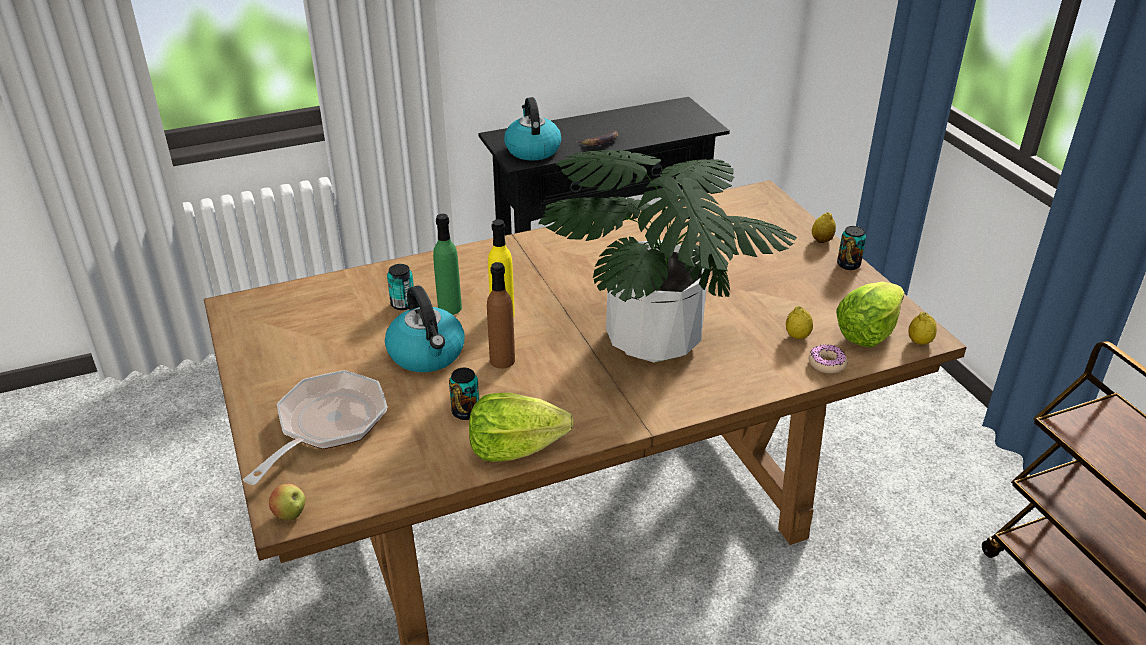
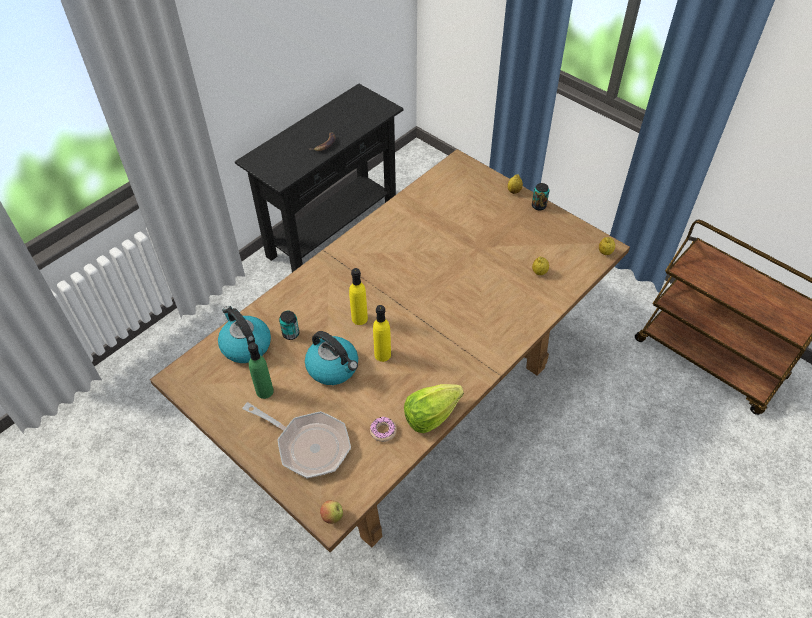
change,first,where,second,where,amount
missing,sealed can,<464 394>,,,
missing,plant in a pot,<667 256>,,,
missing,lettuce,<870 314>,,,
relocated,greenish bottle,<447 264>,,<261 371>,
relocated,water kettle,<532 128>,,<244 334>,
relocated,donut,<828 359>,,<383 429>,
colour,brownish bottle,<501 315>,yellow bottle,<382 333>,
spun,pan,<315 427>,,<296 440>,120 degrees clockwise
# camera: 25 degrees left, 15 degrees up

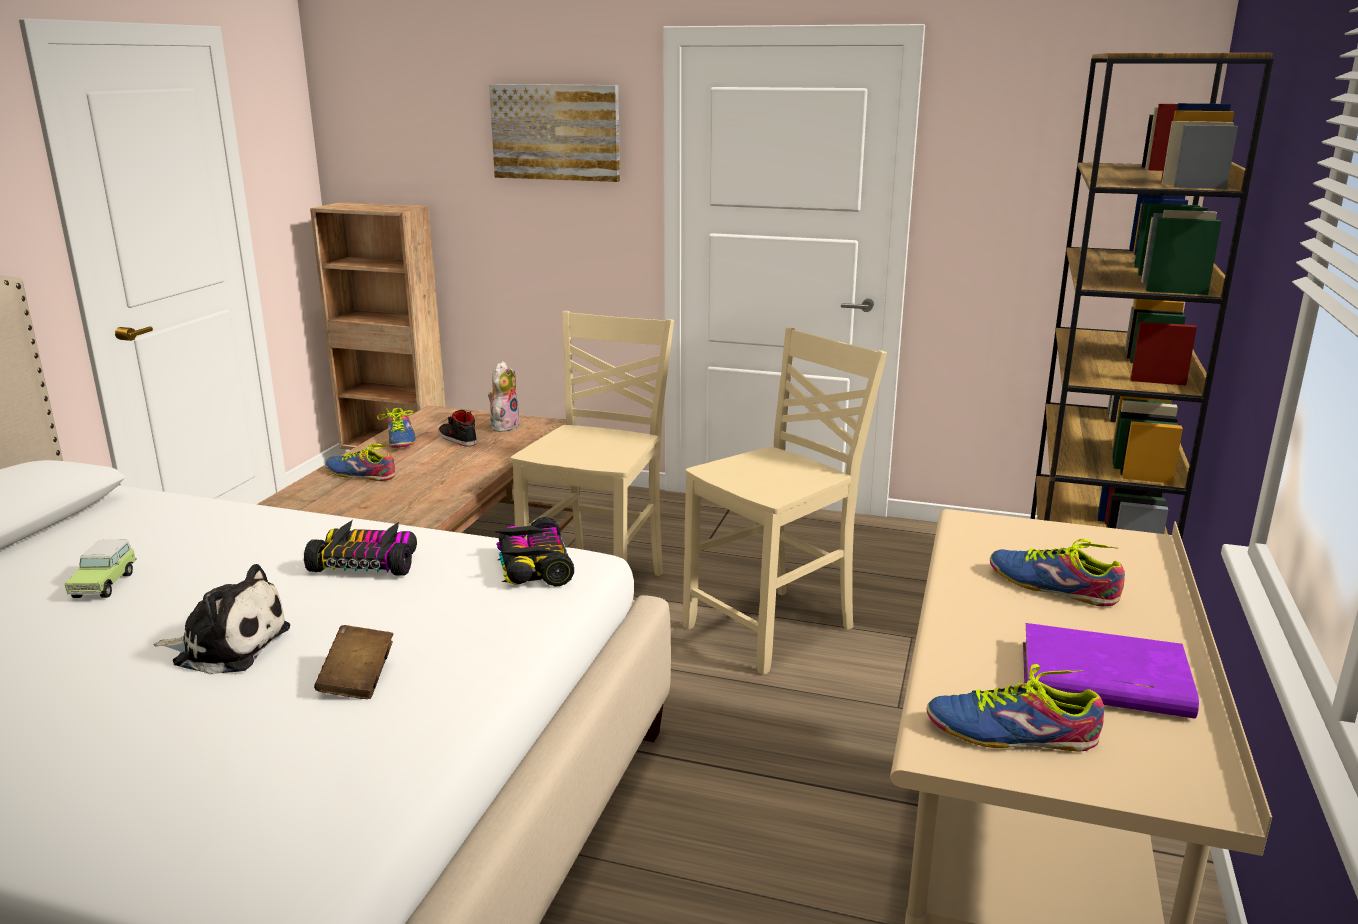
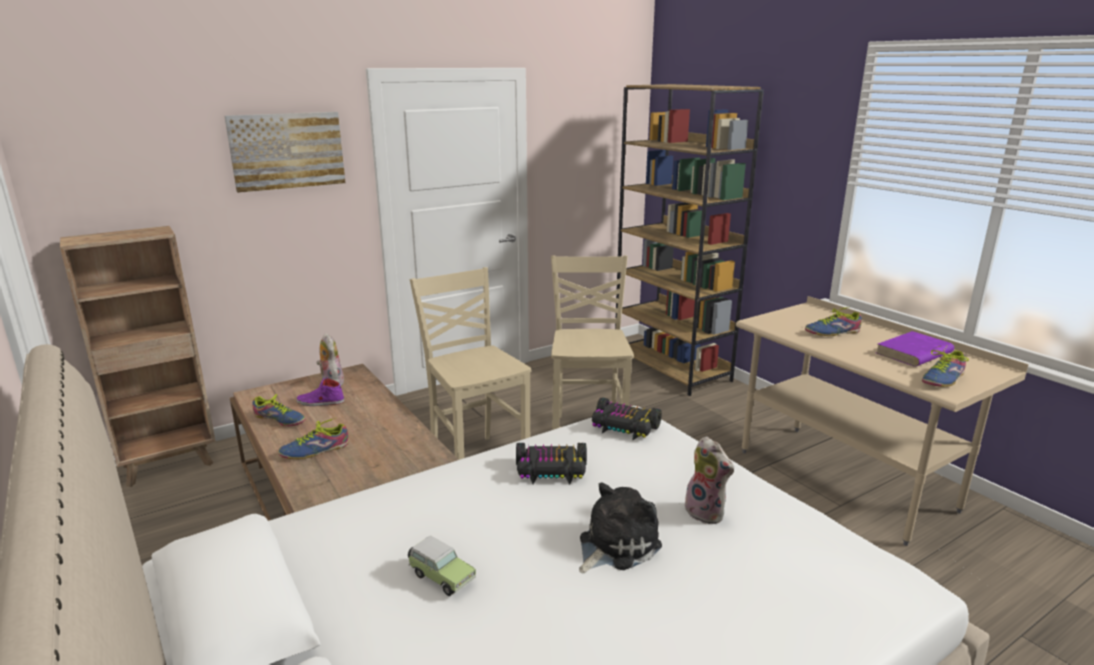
change,first,where,second,where,amount
exchanged,brownish book,<354 662>,cuddly toy,<708 480>,
colour,black-coloured shoe,<458 428>,purple shoe,<320 391>,
spun,model car,<360 548>,,<551 464>,135 degrees counterclockwise
# camera: 50 degrees left, 0 degrees up

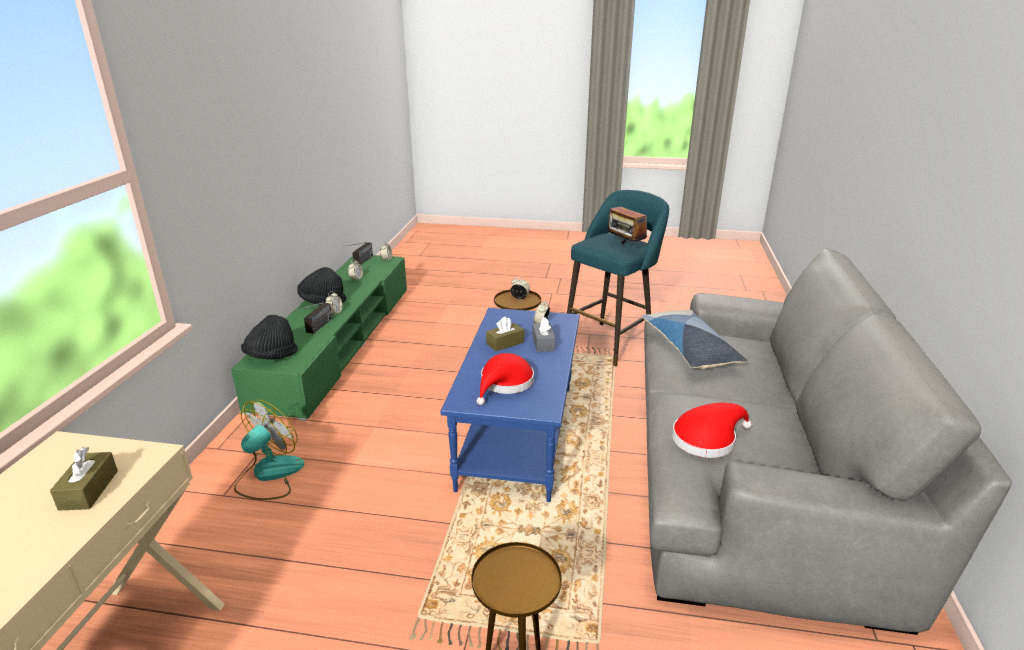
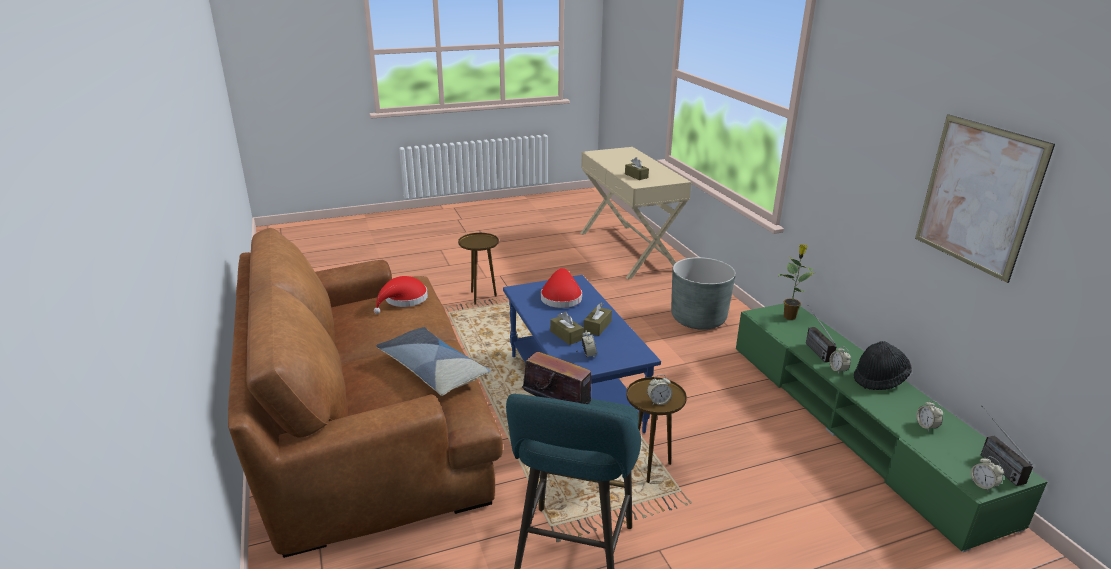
change,first,where,second,where,amount
appeared,,,wall art,<985 198>,
exchanged,electric fan,<269 450>,gray planter,<703 293>,
exchanged,black-coloured hat,<269 337>,plant in a pot,<795 282>,
colour,gray tissue holder,<544 334>,brownish tissue holder,<567 328>,
colour,gray settee,<828 441>,brownish settee,<365 393>,
# camera: 150 degrees right, 0 degrees up

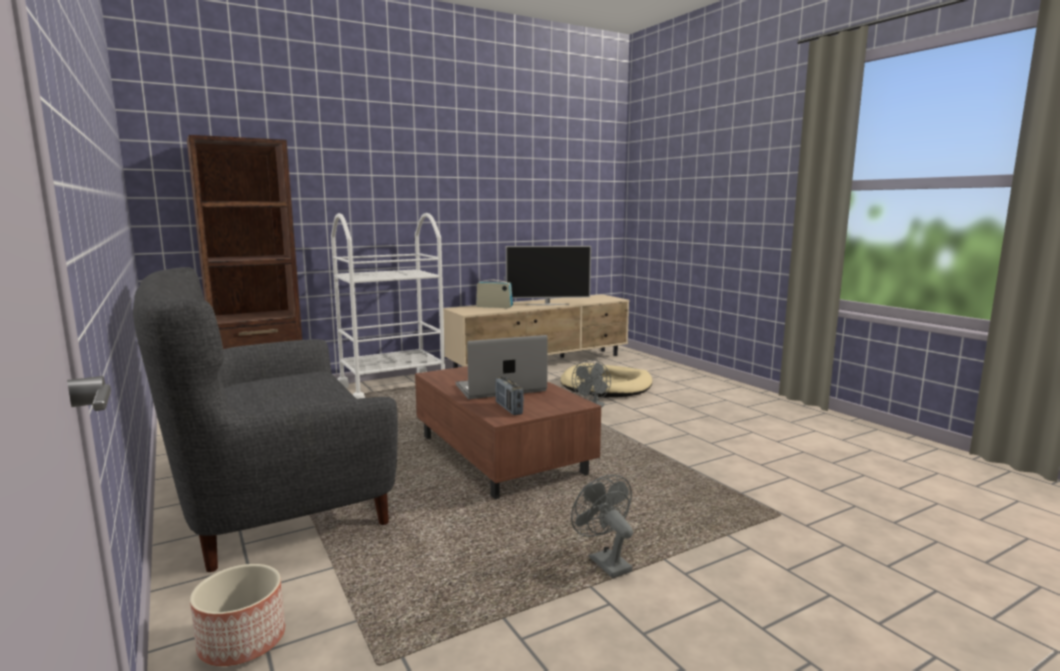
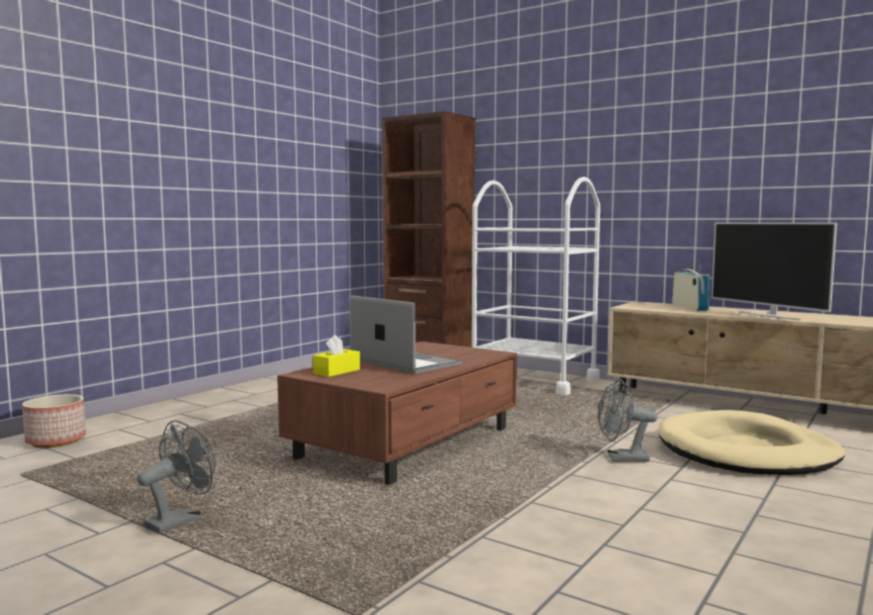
change,first,where,second,where,amount
missing,gray settee,<265 419>,,,
exchanged,radio receiver,<509 396>,yellow tissue holder,<336 356>,
# camera: 65 degrees right, 5 degrees down

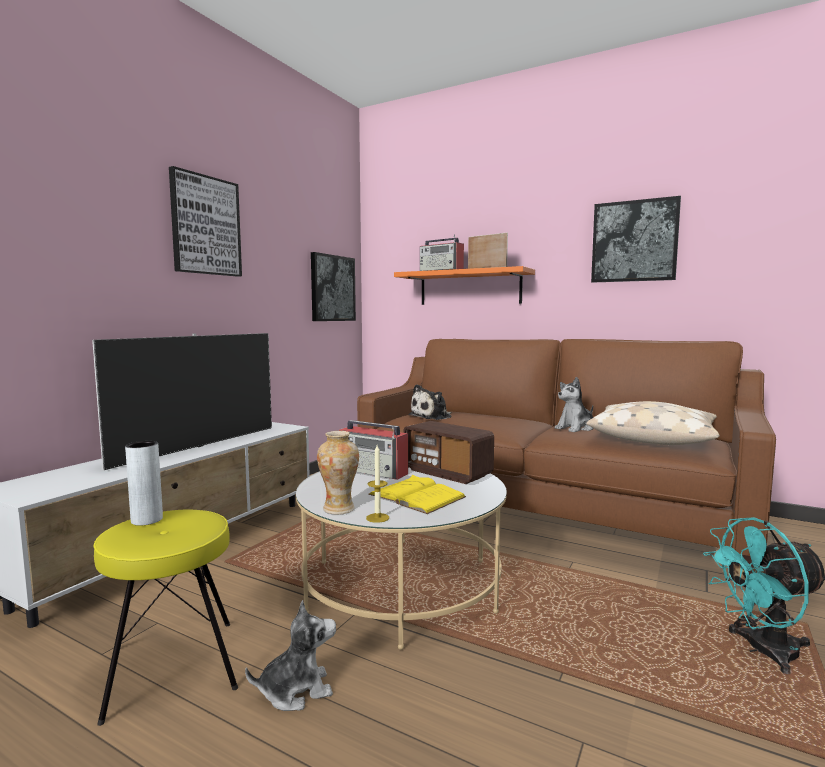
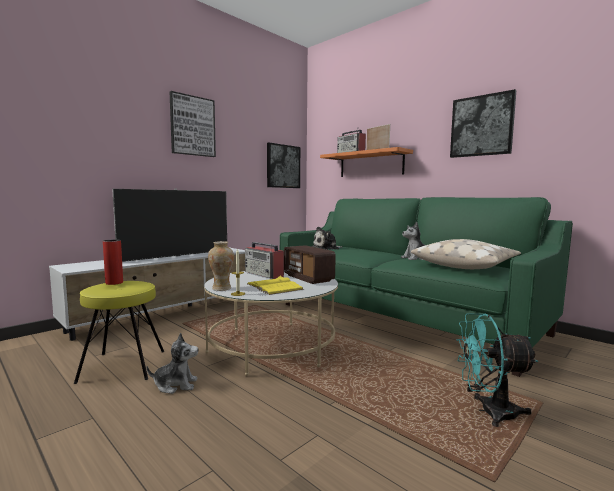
change,first,where,second,where,amount
colour,gray decorative vase,<144 483>,red-coloured decorative vase,<113 262>,
colour,brownish settee,<566 457>,greenish settee,<426 287>,
# camera: 15 degrees right, 0 degrees up

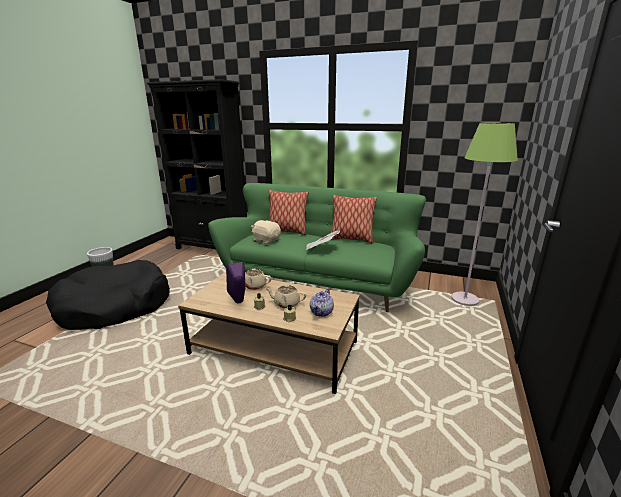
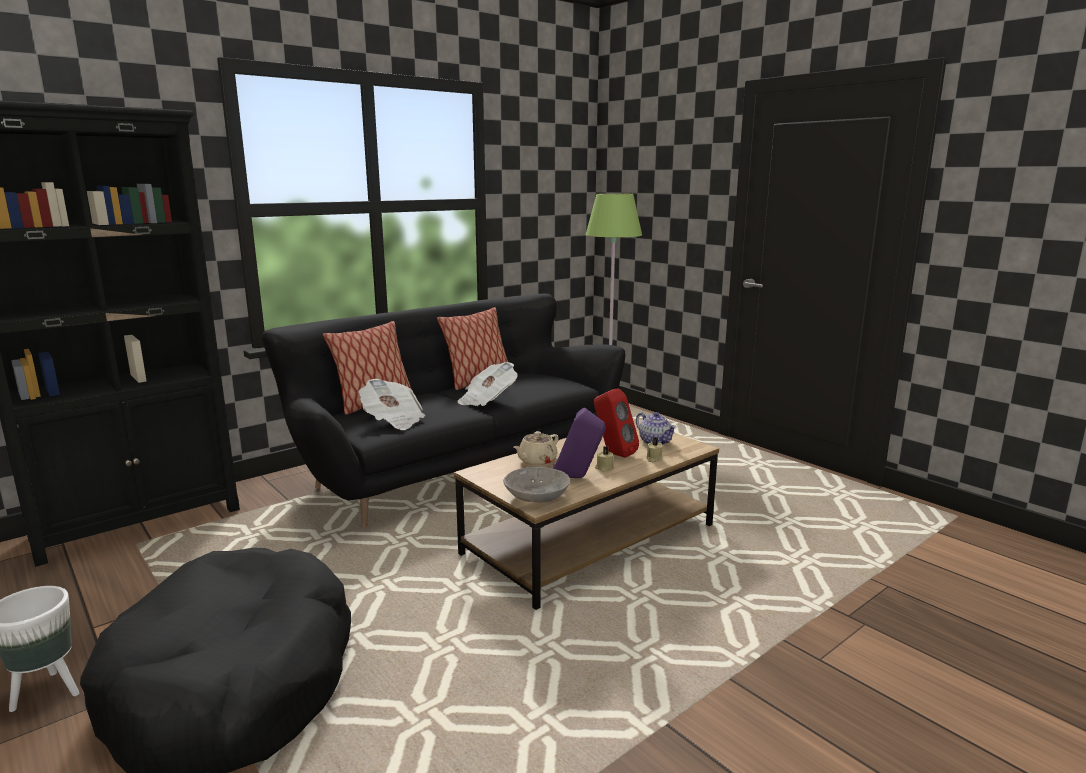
change,first,where,second,where,amount
appeared,,,gray serving bowl,<536 484>,
exchanged,beige-coloured cuddly toy,<266 232>,printed paper,<392 404>,
exchanged,beige-coloured teapot,<286 296>,red-coloured speaker,<616 423>,
colour,greenish settee,<317 247>,black-coloured settee,<443 411>,
# camera: 60 degrees left, 5 degrees down

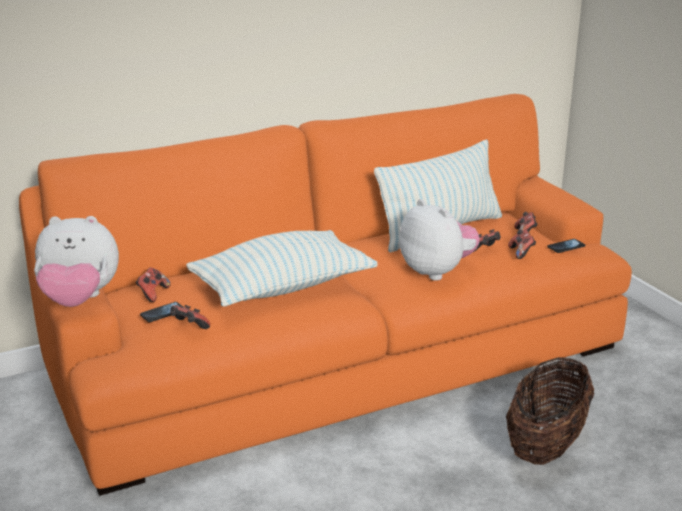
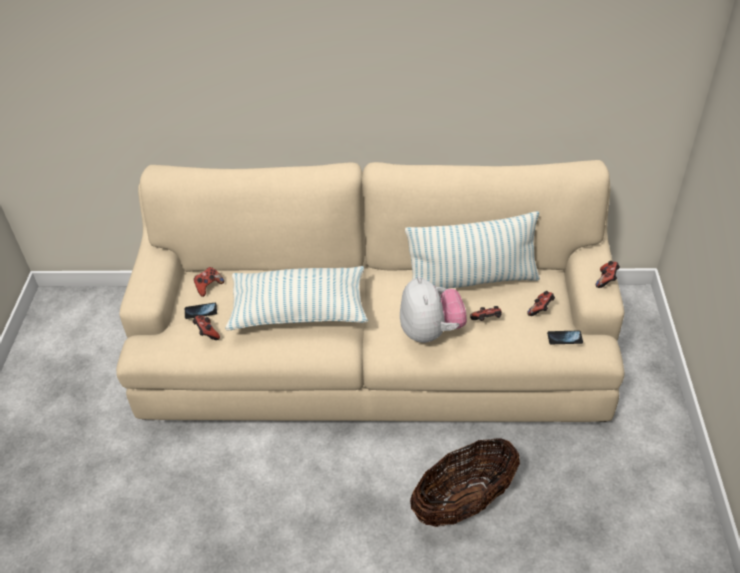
change,first,where,second,where,amount
missing,cuddly toy,<76 261>,,,
relocated,joypad,<522 244>,,<608 274>,
colour,orangey settee,<325 295>,beige-coloured settee,<370 291>,
# camera: 30 degrees right, 20 degrees up

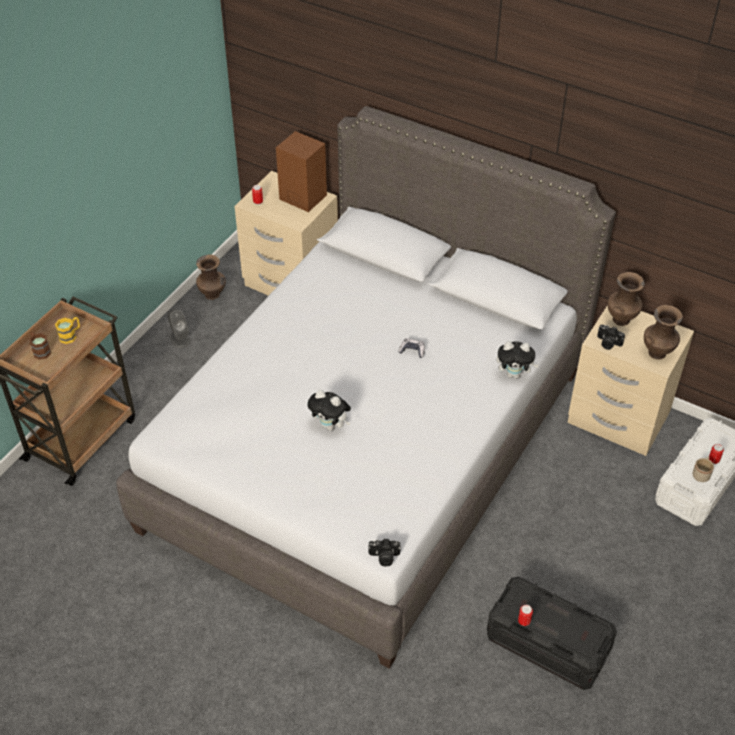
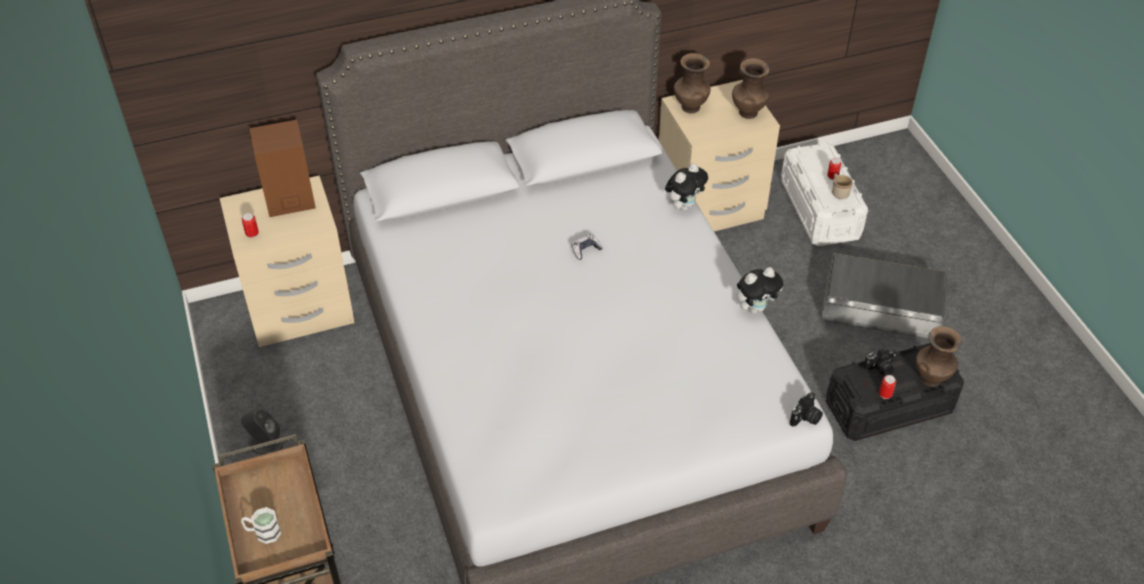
change,first,where,second,where,amount
missing,yellow coffee mug,<67 330>,,,
appeared,,,gray storage bin,<883 296>,
relocated,brownish decorative vase,<211 277>,,<939 356>,
relocated,cuddly toy,<329 410>,,<760 290>,
relocated,photo camera,<611 337>,,<879 362>,
colour,brownish coffee mug,<40 346>,whitish coffee mug,<261 525>,
# camera: 50 degrees left, 0 degrees up

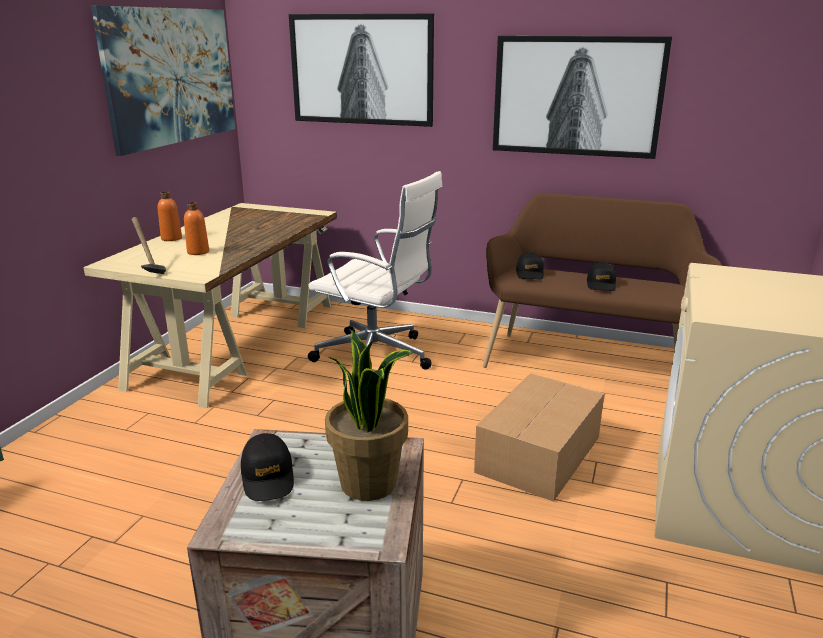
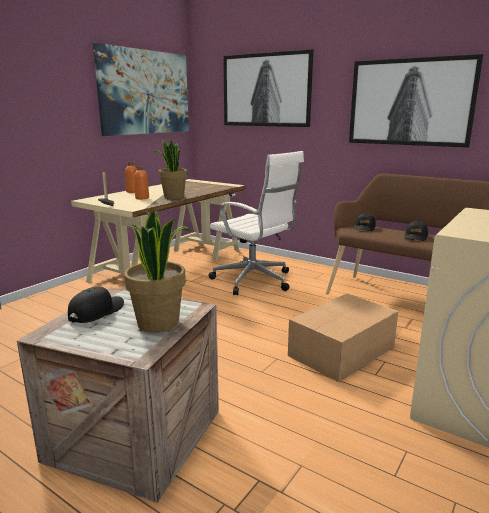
change,first,where,second,where,amount
appeared,,,plant in a pot,<170 169>,
spun,black-coloured peaked cap,<267 467>,,<96 304>,150 degrees counterclockwise
# camera: 15 degrees right, 5 degrees down

